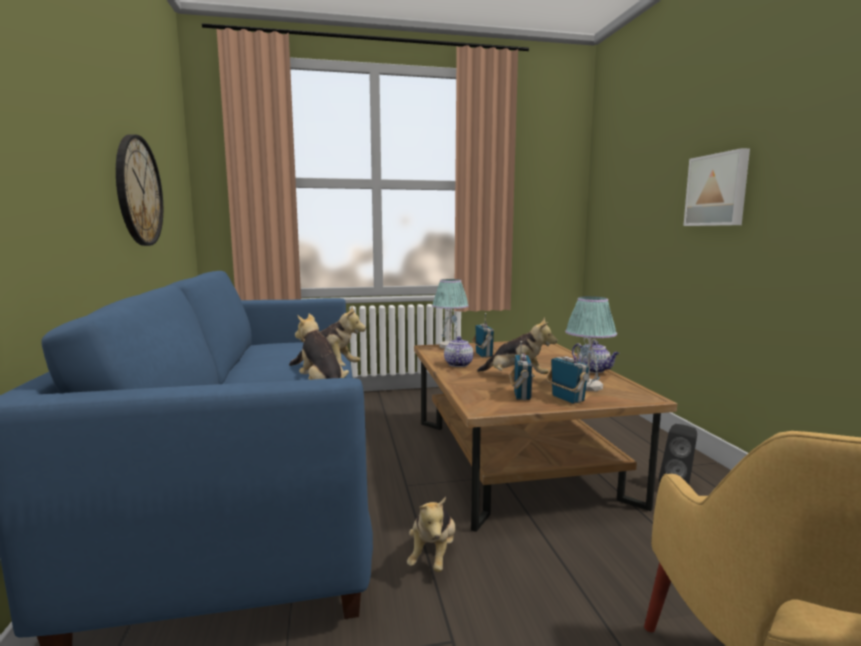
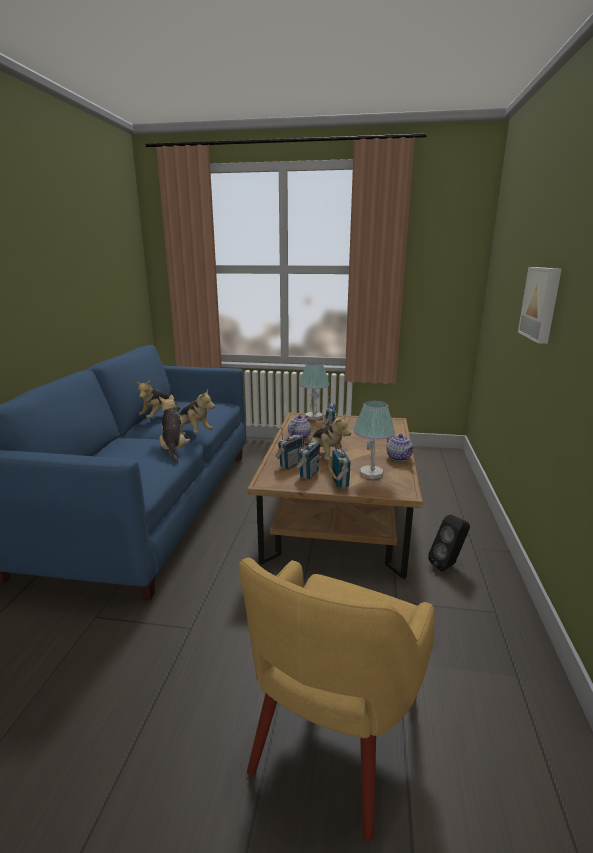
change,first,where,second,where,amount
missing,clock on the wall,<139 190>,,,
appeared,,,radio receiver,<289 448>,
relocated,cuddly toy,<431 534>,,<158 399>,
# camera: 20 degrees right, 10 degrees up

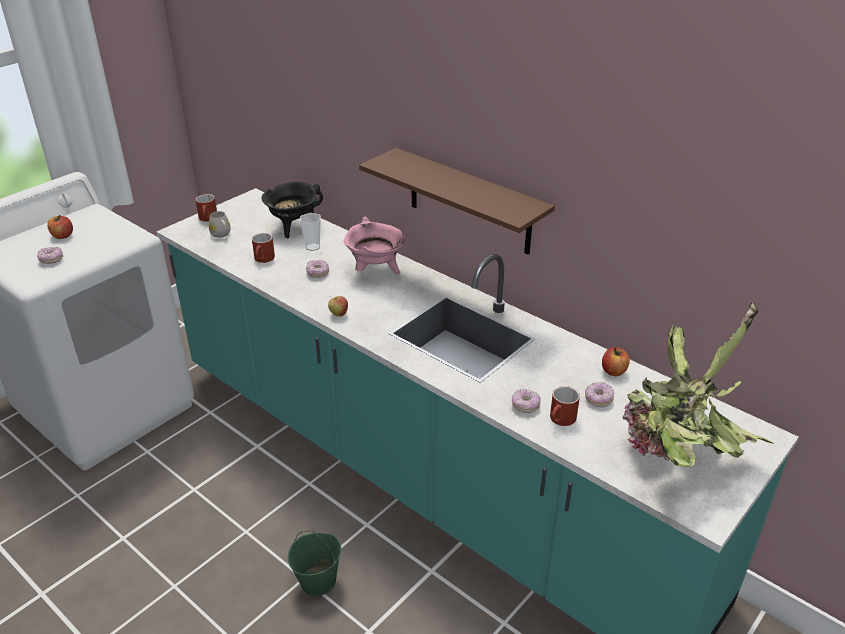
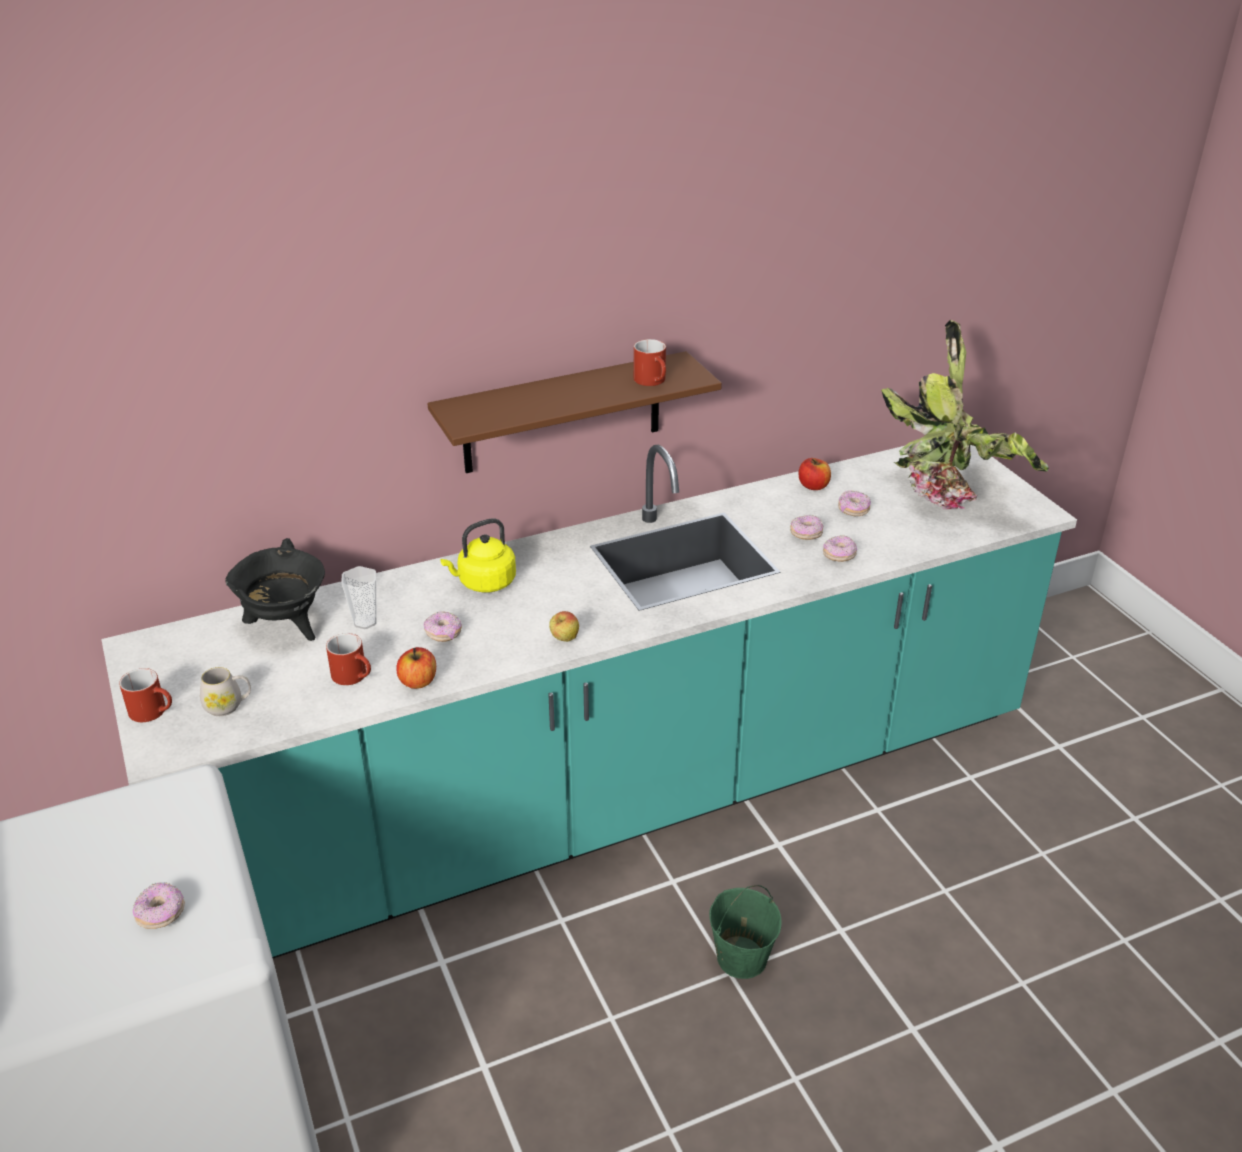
change,first,where,second,where,amount
appeared,,,donut,<806 527>,
relocated,apple,<60 227>,,<416 668>,
relocated,red-coloured coffee mug,<565 406>,,<650 362>,
exchanged,pink stockpot,<374 245>,yellow water kettle,<478 555>,
# camera: 65 degrees left, 0 degrees up

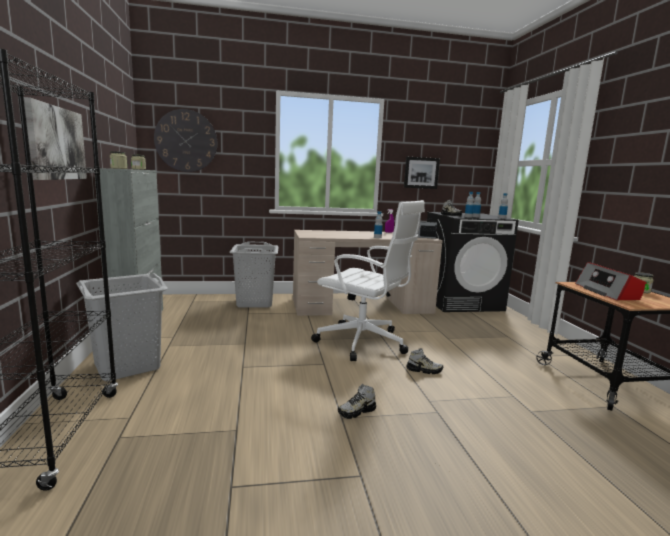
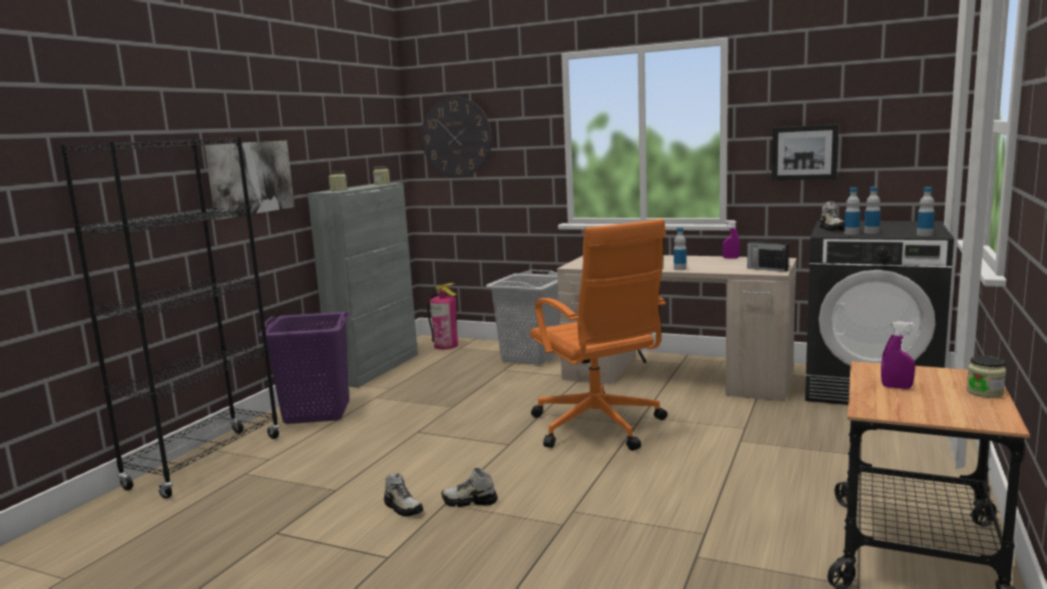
change,first,where,second,where,amount
appeared,,,extinguisher,<442 316>,
relocated,shoe,<424 361>,,<403 494>,
exchanged,radio receiver,<610 281>,purple hand sprayer,<898 355>,
colour,gray laundry basket,<122 327>,purple laundry basket,<305 367>,
colour,whitish computer chair,<368 280>,orangey computer chair,<599 335>,
# camera: 35 degrees right, 0 degrees up

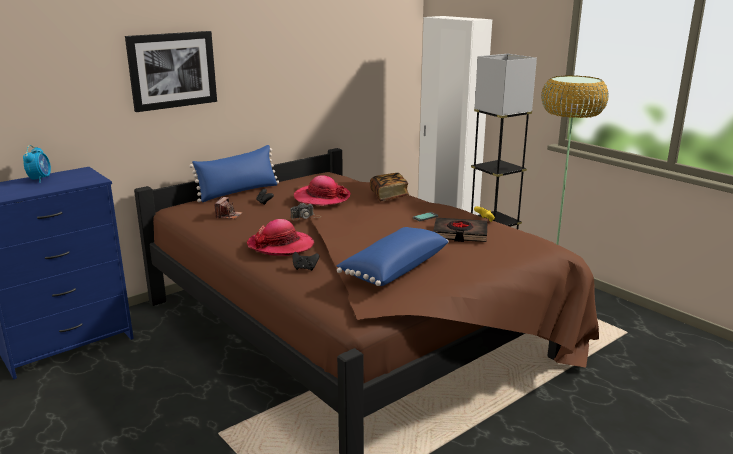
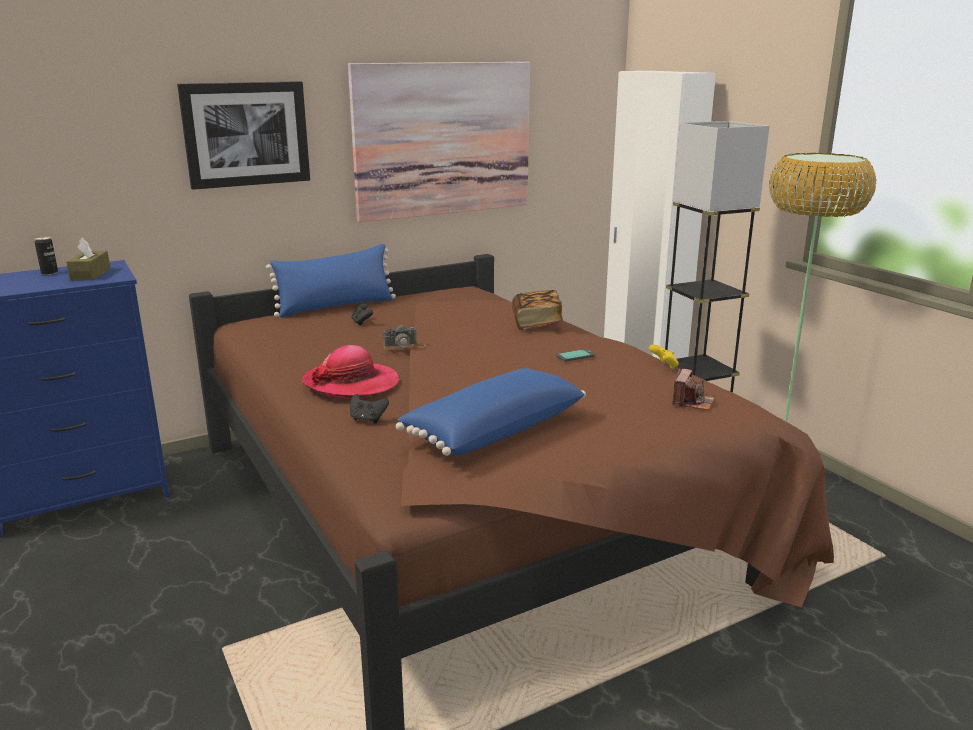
change,first,where,second,where,amount
missing,hat,<322 190>,,,
missing,black-coloured book,<460 230>,,,
appeared,,,brownish tissue holder,<88 259>,
appeared,,,wall art,<439 142>,
relocated,photo camera,<228 208>,,<693 389>,
exchanged,bedside clock,<37 164>,sealed can,<46 256>,
# camera: 10 degrees right, 0 degrees up

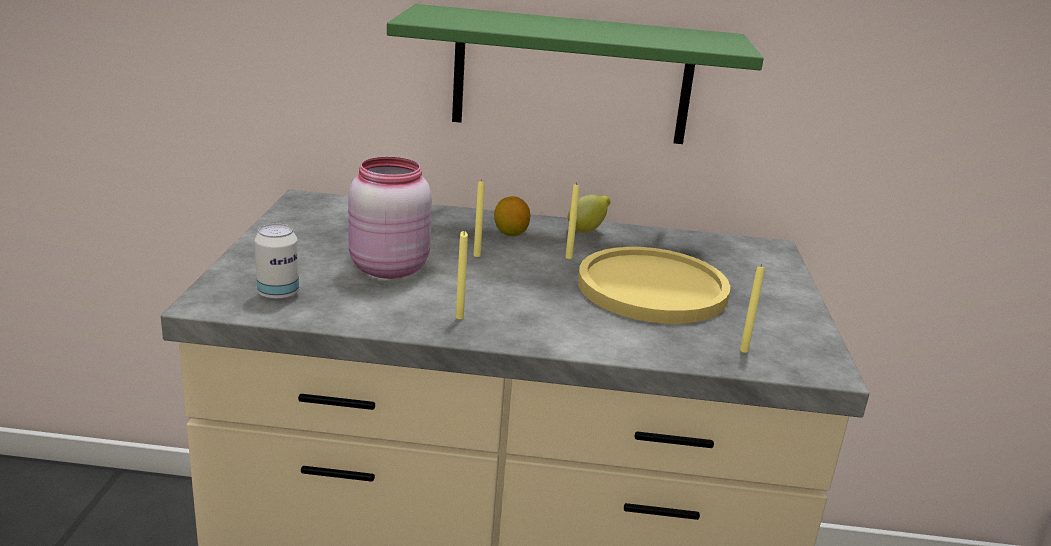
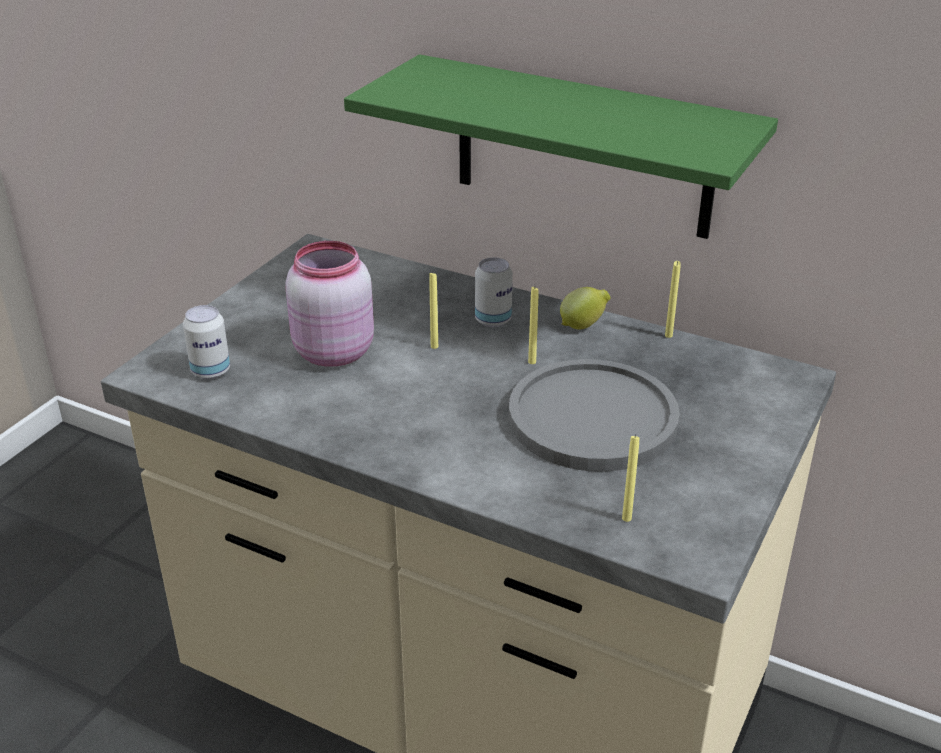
change,first,where,second,where,amount
relocated,yellow candle,<462 275>,,<673 299>,
exchanged,lemon,<512 216>,sealed can,<494 292>,
colour,yellow plate,<654 285>,gray plate,<594 415>,
# camera: 25 degrees right, 10 degrees up

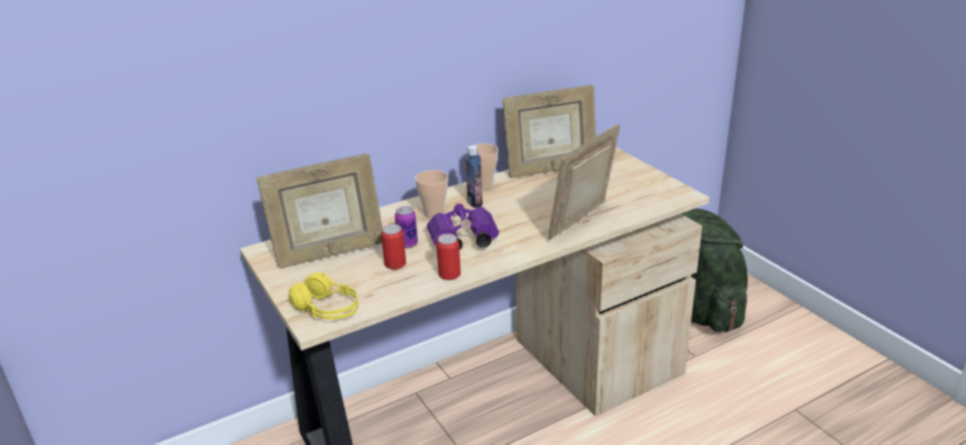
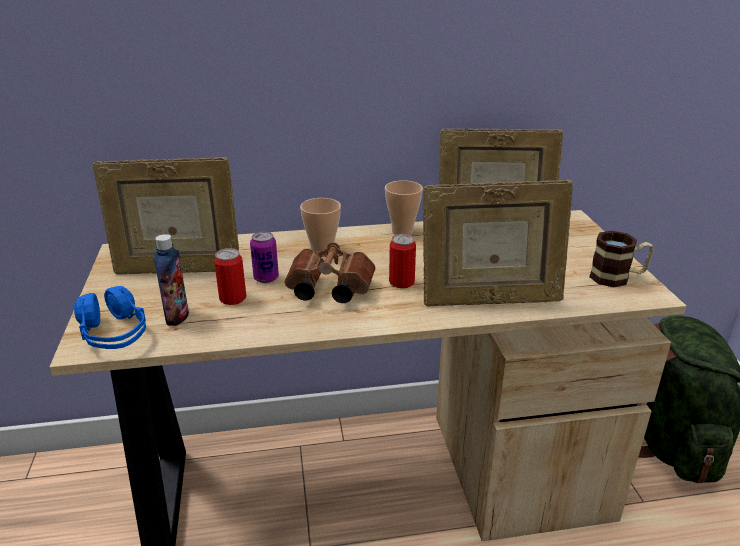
change,first,where,second,where,amount
appeared,,,coffee mug,<621 259>,
relocated,sealed can,<448 257>,,<402 261>,
relocated,bottle,<474 176>,,<171 280>,
colour,yellow headset,<323 296>,bluish headset,<110 317>,
colour,purple pair of binoculars,<463 227>,brownish pair of binoculars,<330 272>,
spun,picture frame,<584 182>,,<498 243>,150 degrees counterclockwise
# camera: 20 degrees right, 0 degrees up

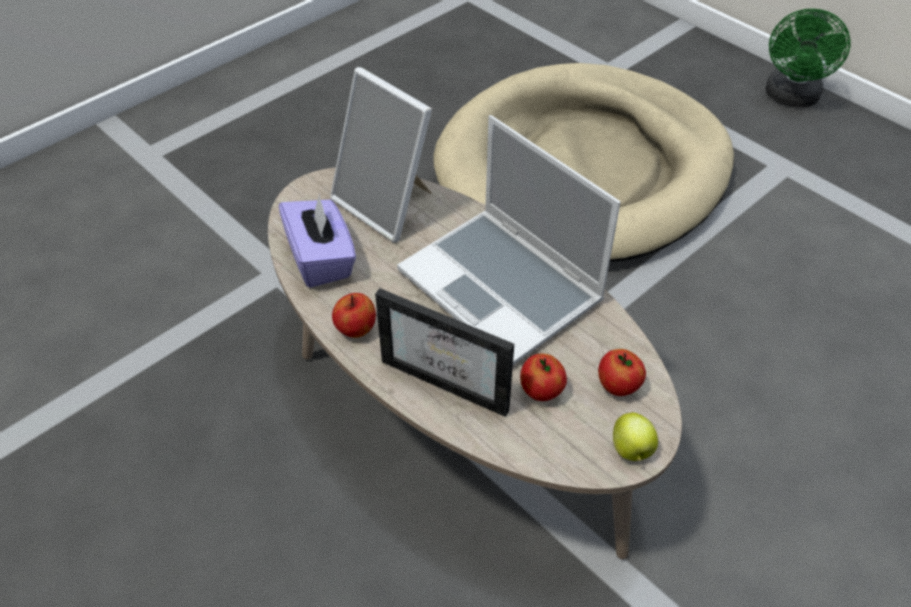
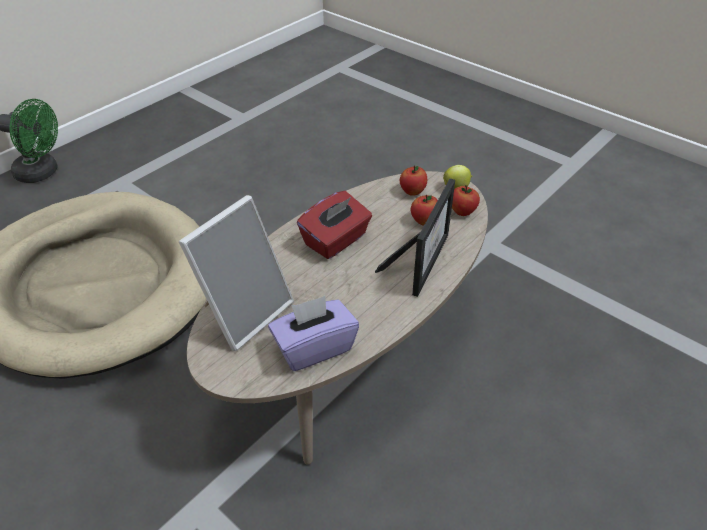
change,first,where,second,where,amount
relocated,apple,<354 315>,,<466 200>,
exchanged,portable computer,<509 240>,red-coloured tissue holder,<334 225>,
# camera: 95 degrees left, 5 degrees down

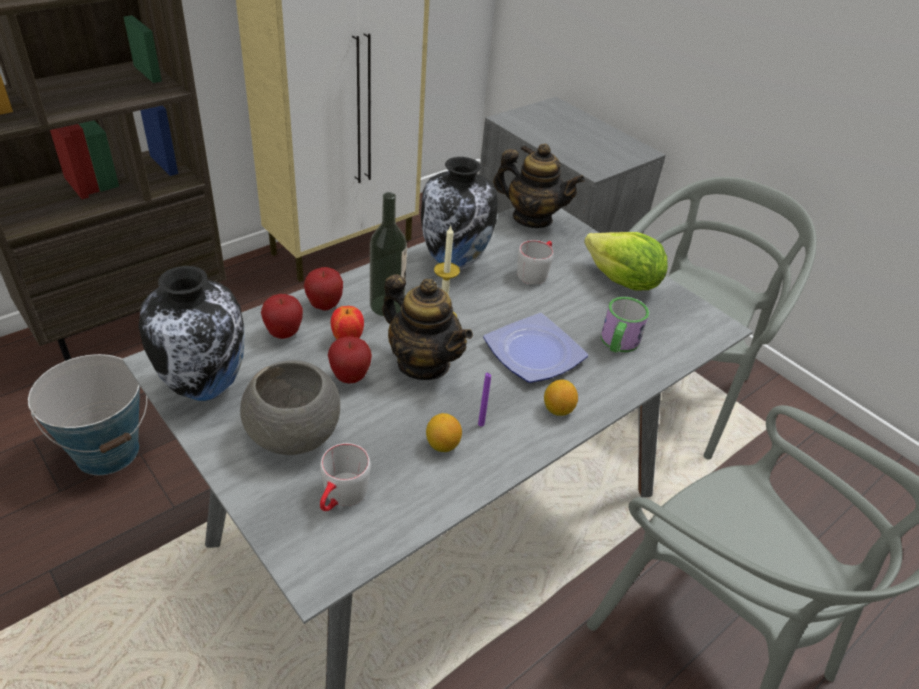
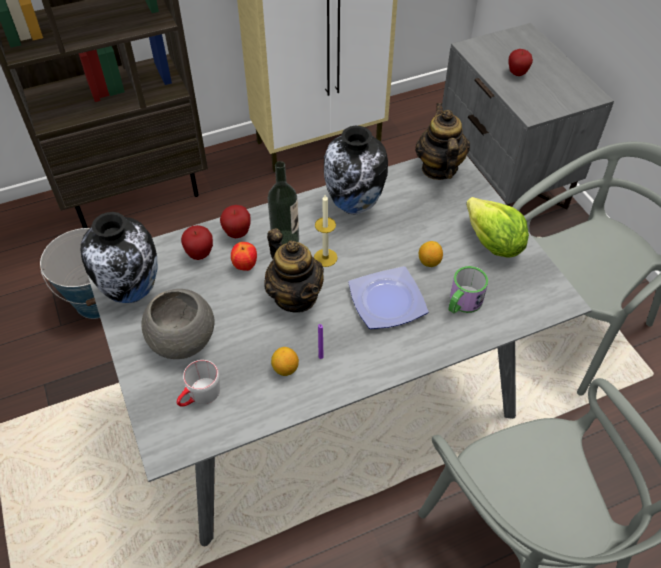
change,first,where,second,where,amount
missing,gray coffee mug,<535 262>,,,
relocated,apple,<350 359>,,<520 62>,
relocated,lemon,<561 397>,,<431 254>,
spun,teapot,<539 186>,,<442 141>,135 degrees counterclockwise
# camera: 20 degrees right, 10 degrees up

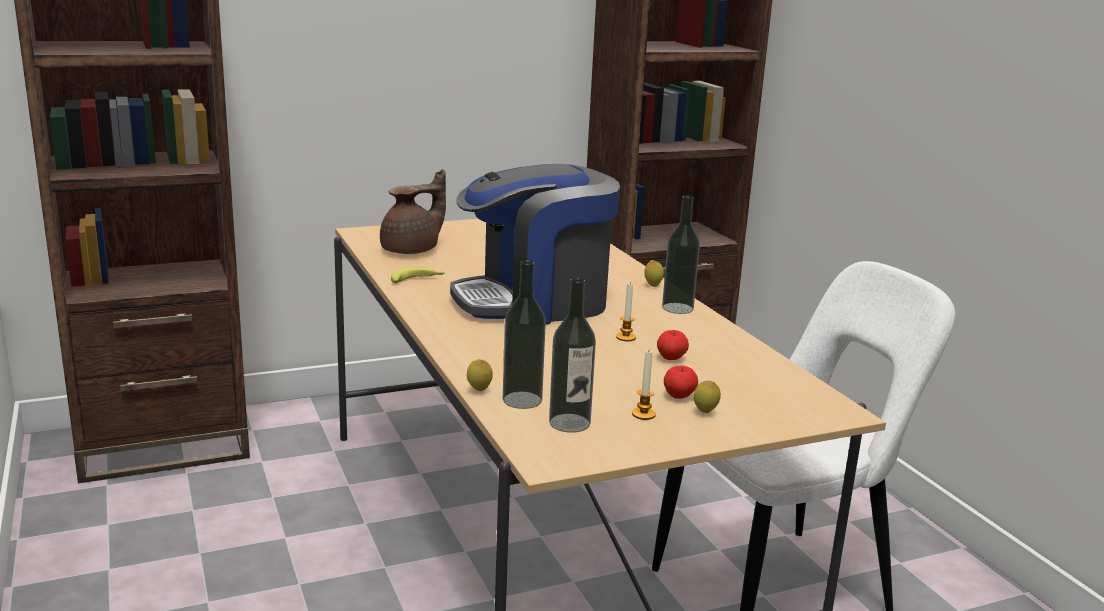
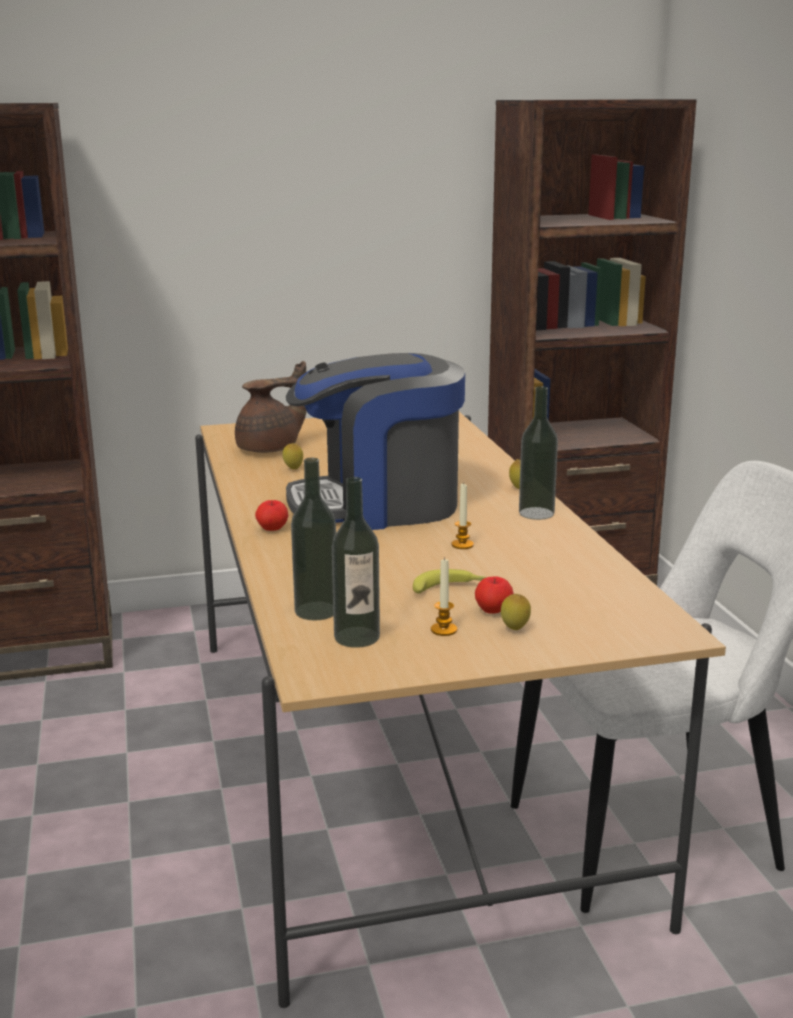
change,first,where,second,where,amount
relocated,banana,<418 275>,,<450 581>,
relocated,lemon,<480 375>,,<292 456>,
relocated,apple,<673 345>,,<271 515>,
# camera: 10 degrees right, 0 degrees up

